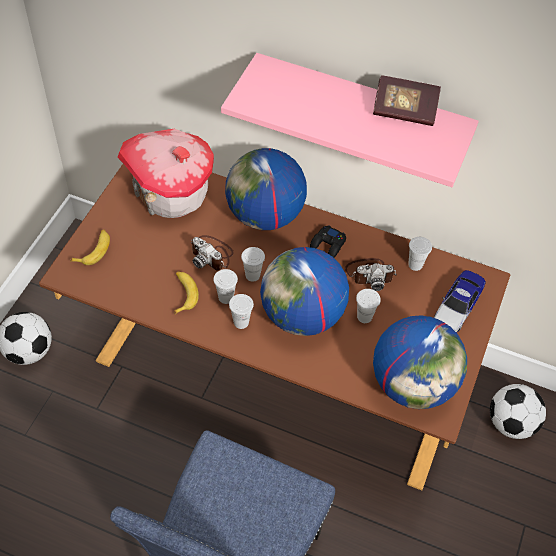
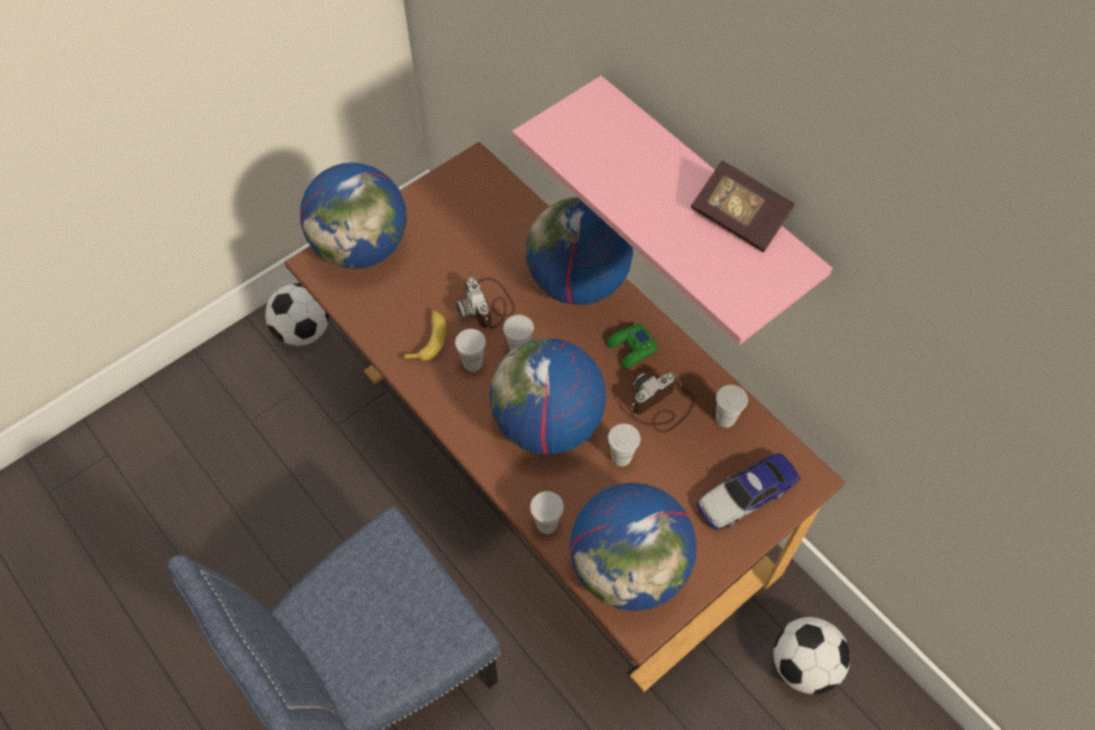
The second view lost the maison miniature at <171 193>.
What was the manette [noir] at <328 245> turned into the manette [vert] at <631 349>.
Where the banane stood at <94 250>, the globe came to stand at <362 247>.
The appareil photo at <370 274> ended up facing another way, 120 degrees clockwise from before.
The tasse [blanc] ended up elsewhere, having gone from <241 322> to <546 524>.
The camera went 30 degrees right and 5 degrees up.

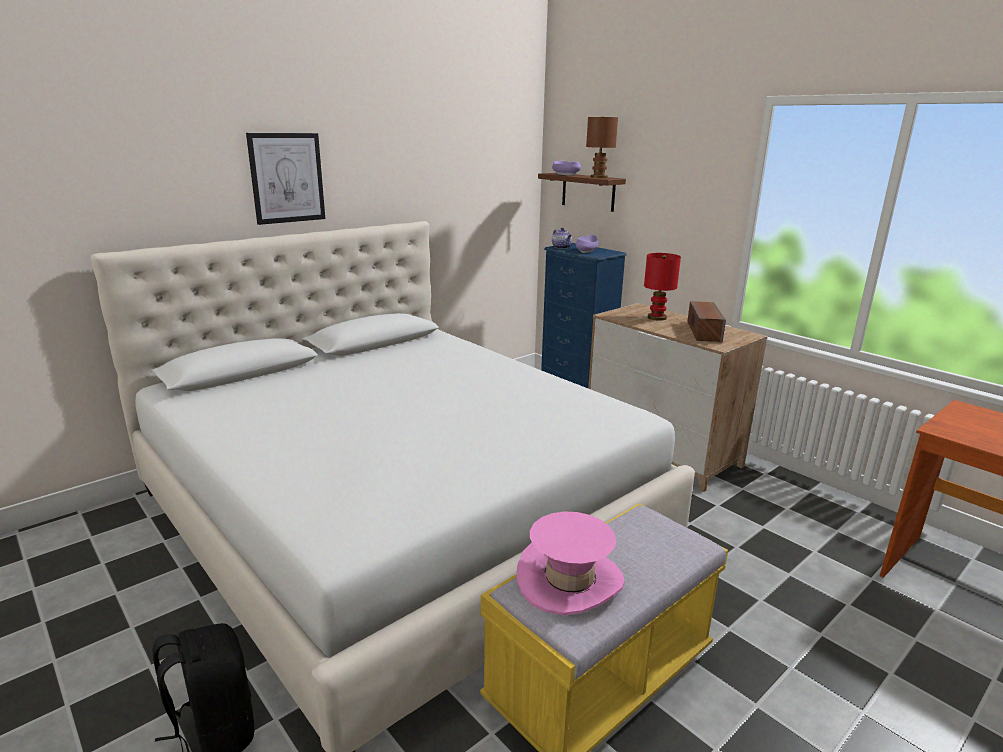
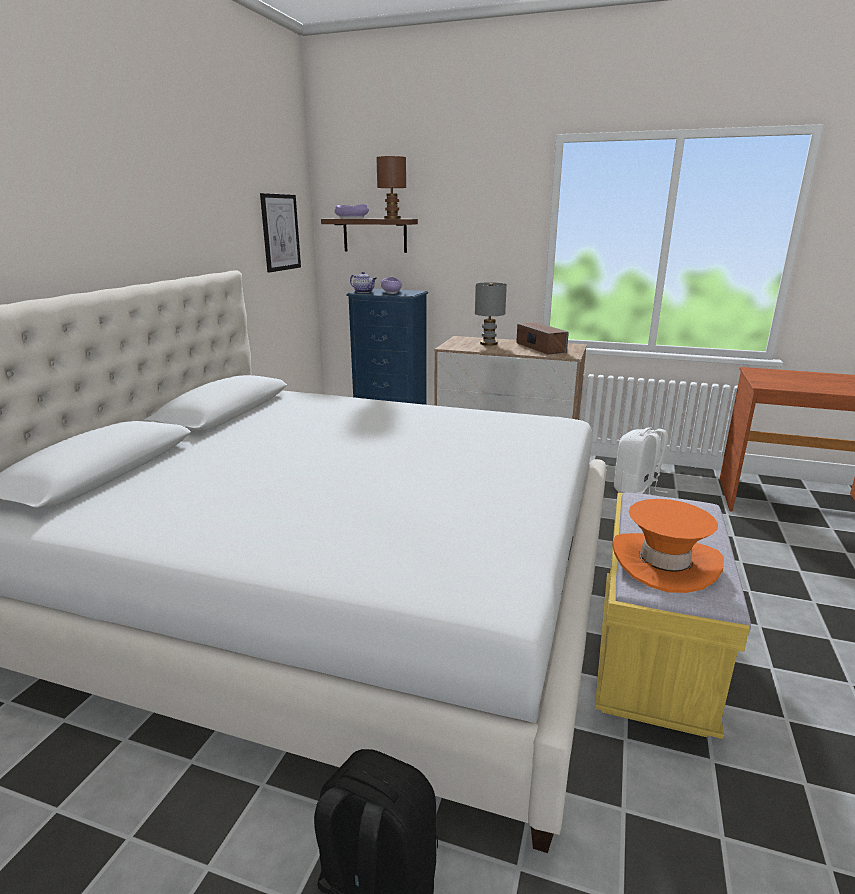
The tableau ended up elsewhere, having gone from <287 178> to <280 232>.
What was the lampe de table [rouge] at <657 317> turned into the lampe de table [gris] at <489 343>.
What was the chapeau [rose] at <569 580> turned into the chapeau [orange] at <664 562>.
The second view gained the sac à dos [blanc] at <636 490>.
The camera went 30 degrees left and 0 degrees up.

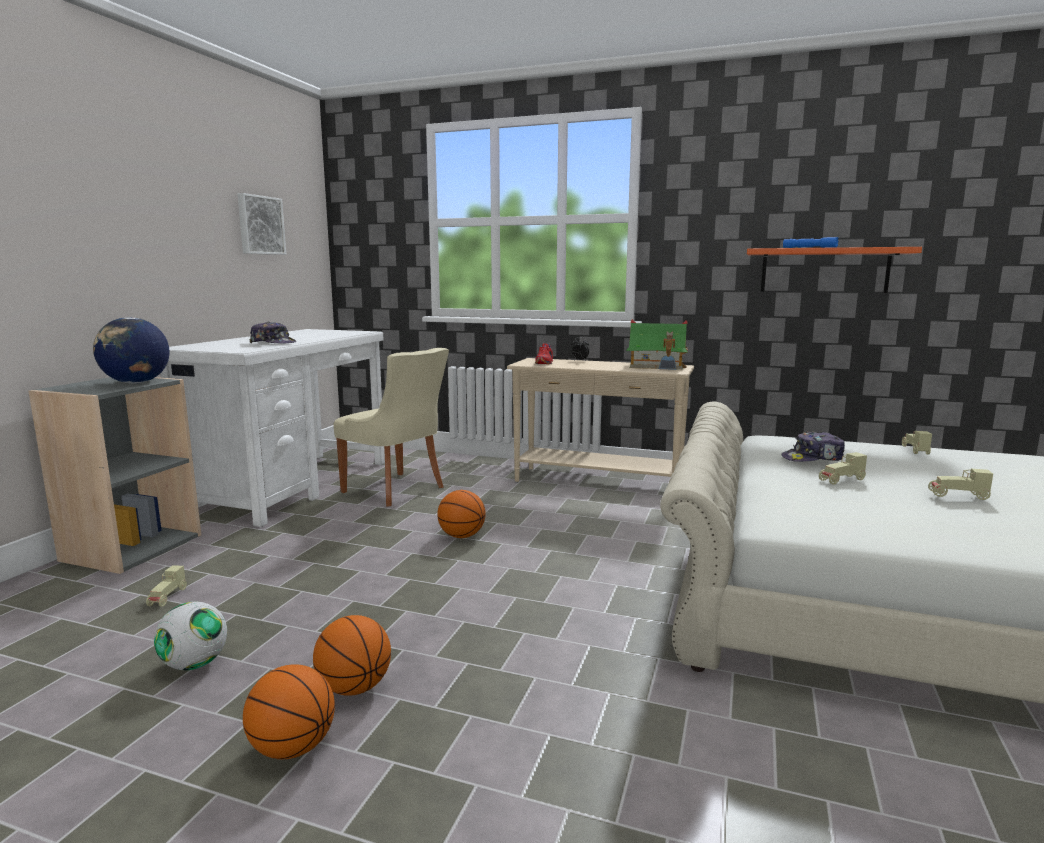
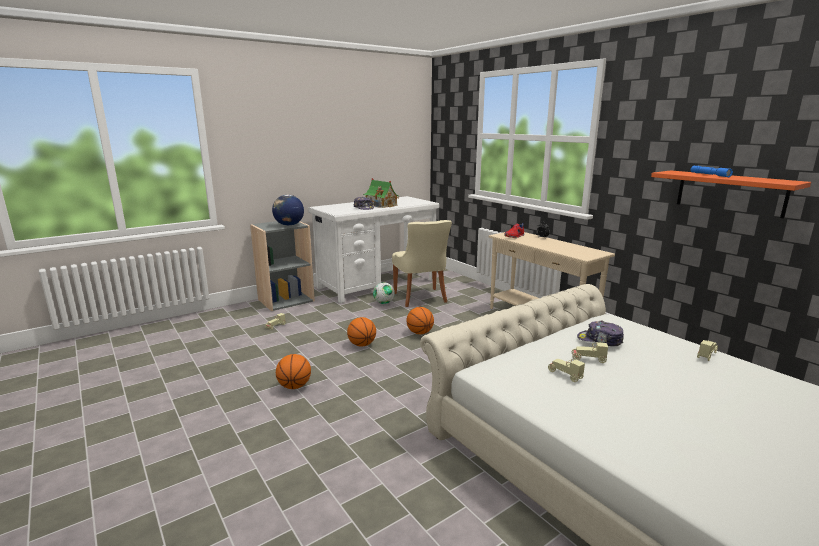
The second view lost the tableau at <260 225>.
The maison miniature ended up elsewhere, having gone from <657 366> to <381 204>.
The petite voiture [beige] ended up elsewhere, having gone from <958 496> to <564 375>.
The ballon de foot ended up elsewhere, having gone from <195 664> to <384 303>.
The ballon de basket ended up elsewhere, having gone from <293 748> to <362 344>.
The camera went 35 degrees right and 5 degrees up.

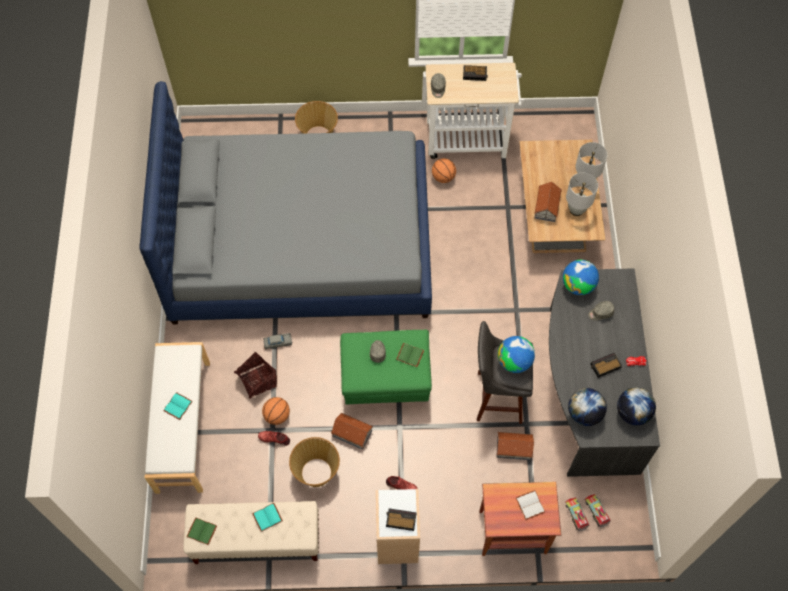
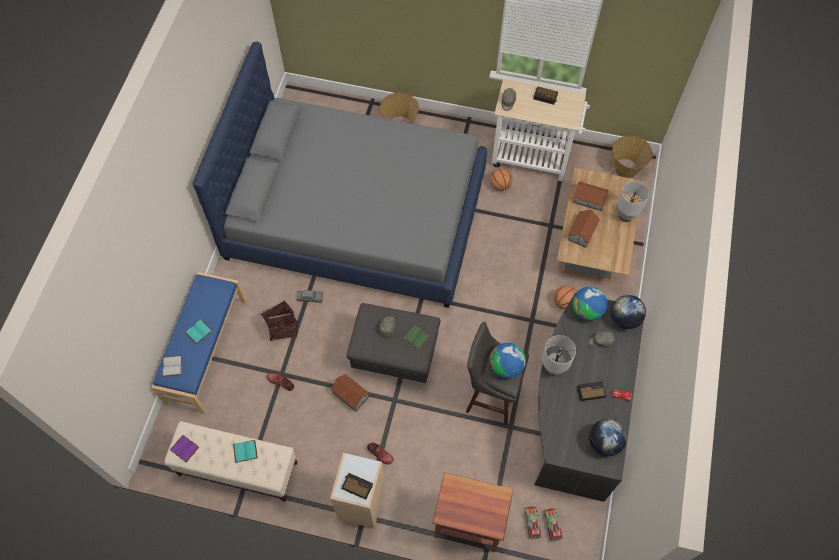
The lampe de table [blanc] ended up elsewhere, having gone from <576 210> to <553 368>.
What was the pouf [vert] at <385 381> turned into the pouf [gris] at <394 355>.
What was the banc [blanc] at <182 426> turned into the banc [bleu] at <205 350>.
The globe ended up elsewhere, having gone from <584 413> to <624 319>.
The ballon de basket ended up elsewhere, having gone from <277 415> to <564 302>.
The maison miniature ended up elsewhere, having gone from <514 448> to <589 199>.
The panier ended up elsewhere, having gone from <316 472> to <626 168>.
The livre [blanc] ended up elsewhere, having gone from <529 505> to <171 366>.
What was the livre [vert] at <202 531> turned into the livre [violet] at <185 448>.
The camera went 15 degrees right and 0 degrees up.

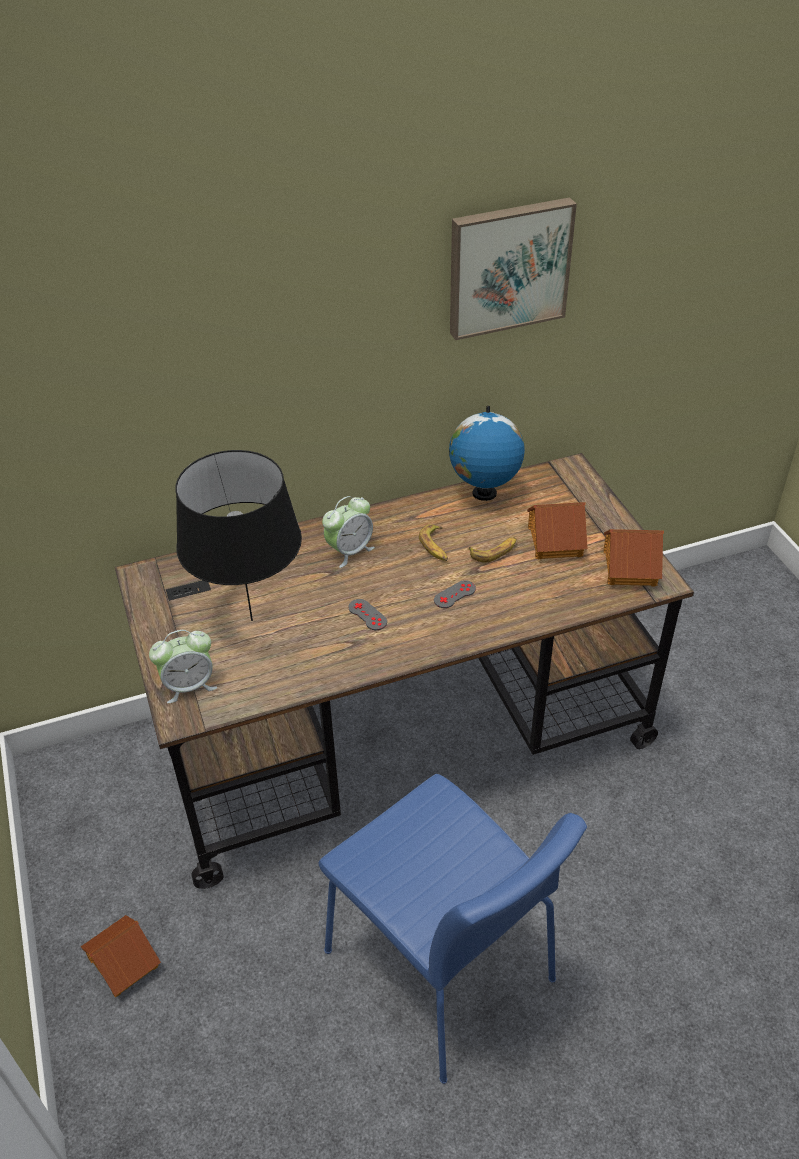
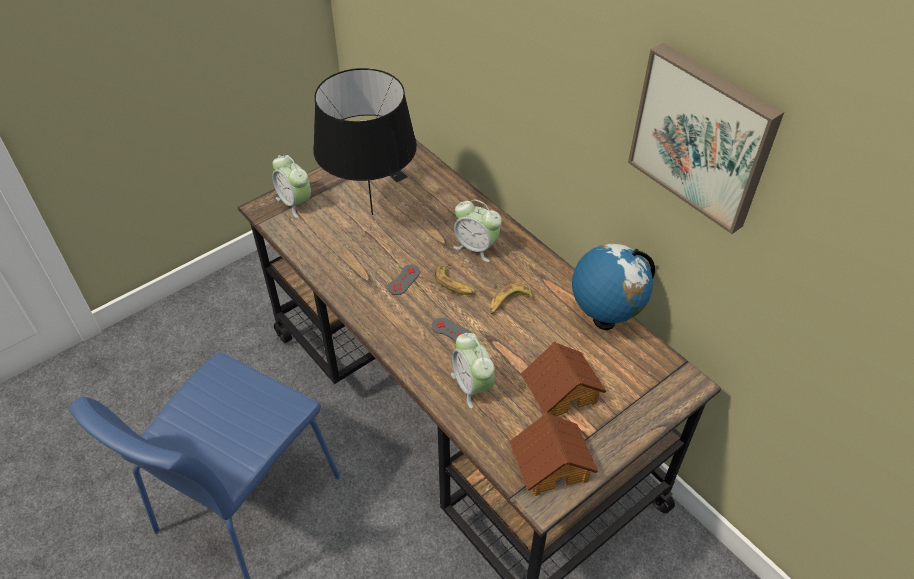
The banane ended up elsewhere, having gone from <494 552> to <455 284>.
The second view lost the maison miniature at <122 963>.
The second view gained the réveil at <472 386>.
The camera went 70 degrees right and 5 degrees up.

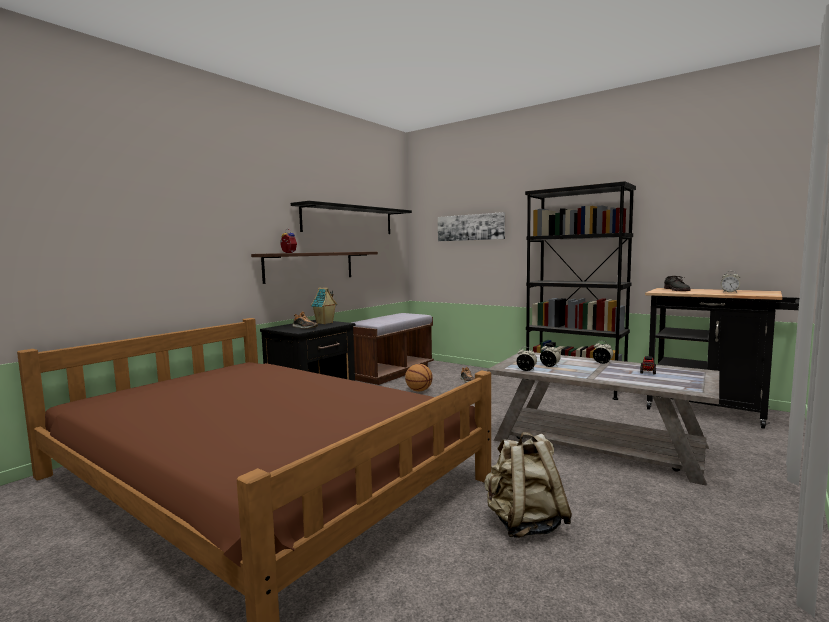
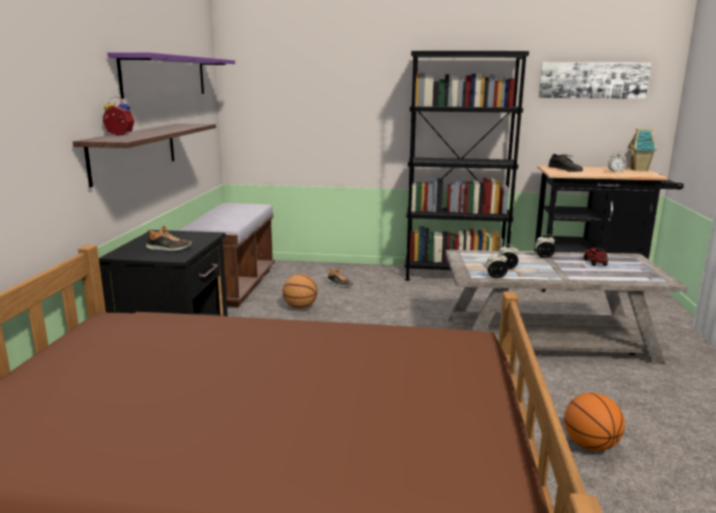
What was the étagère [noir] at <349 220> turned into the étagère [violet] at <166 76>.
The tableau ended up elsewhere, having gone from <470 227> to <592 80>.
The maison miniature ended up elsewhere, having gone from <325 323> to <639 169>.
Where the sac à dos [beige] stood at <524 524>, the ballon de basket came to stand at <590 445>.
The camera went 30 degrees left and 10 degrees up.

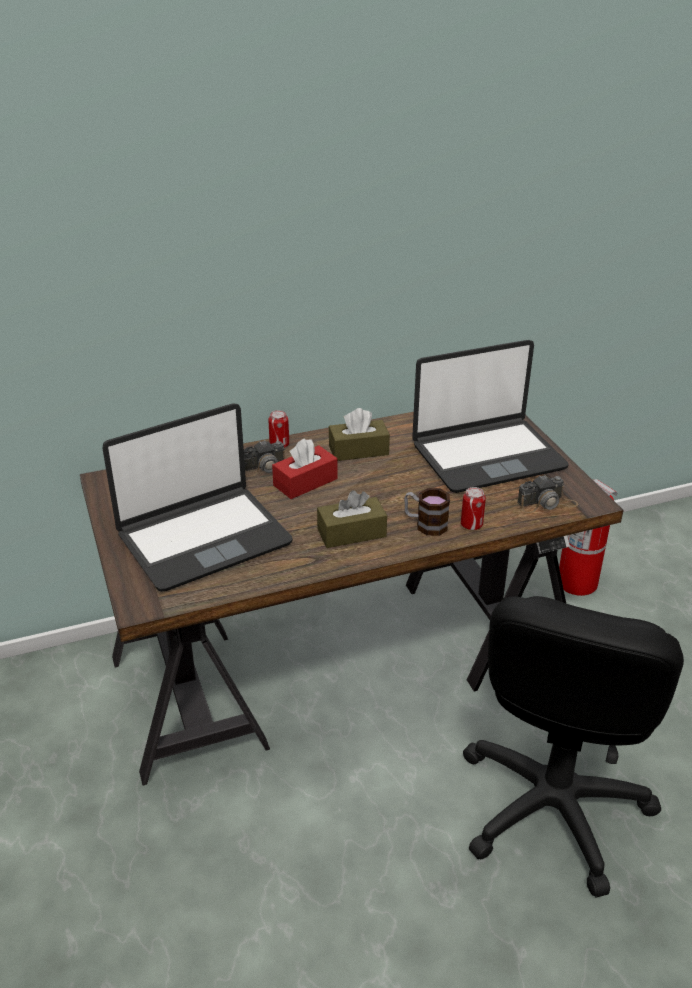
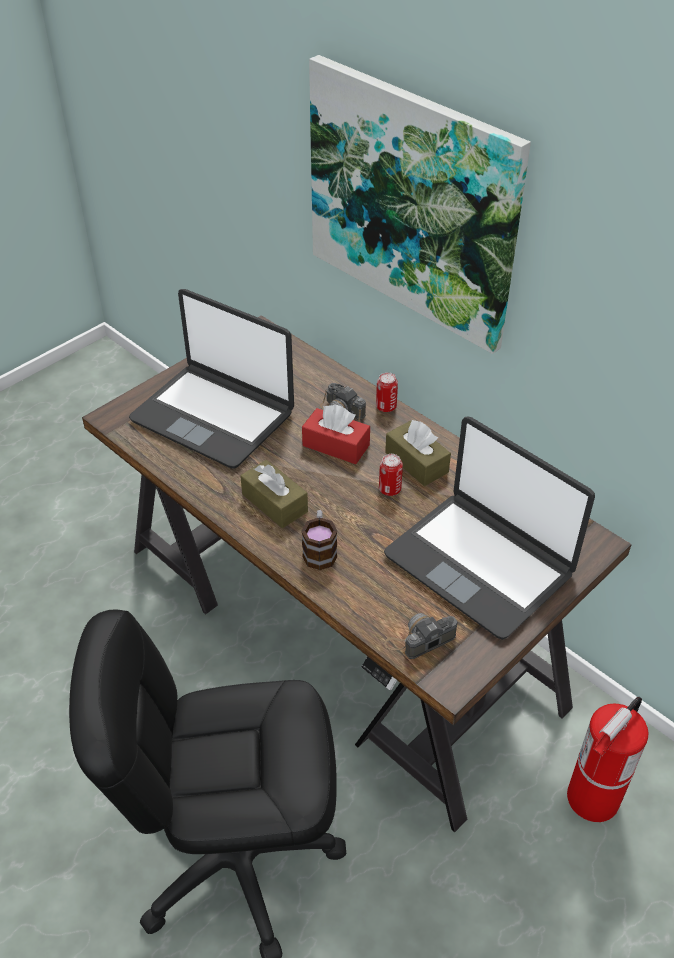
The appareil photo at <547 503> ended up facing another way, 105 degrees clockwise from before.
The boîte métallique ended up elsewhere, having gone from <471 525> to <389 489>.
The second view gained the tableau at <412 202>.
The camera went 65 degrees right and 10 degrees up.

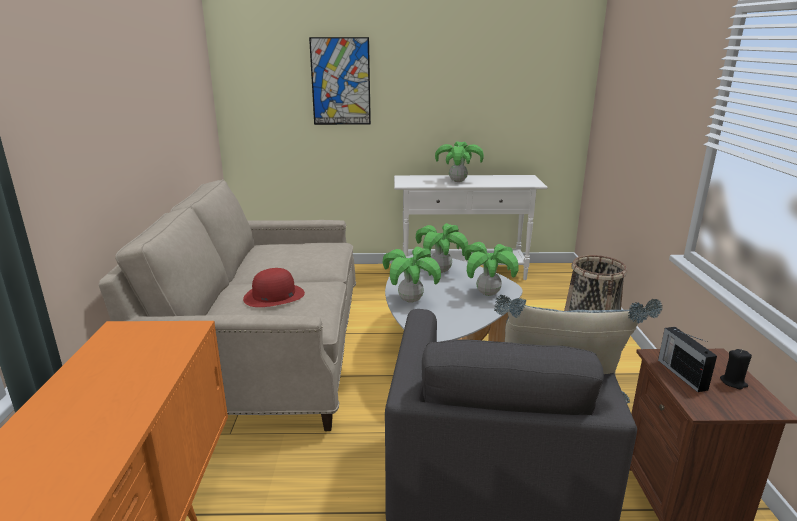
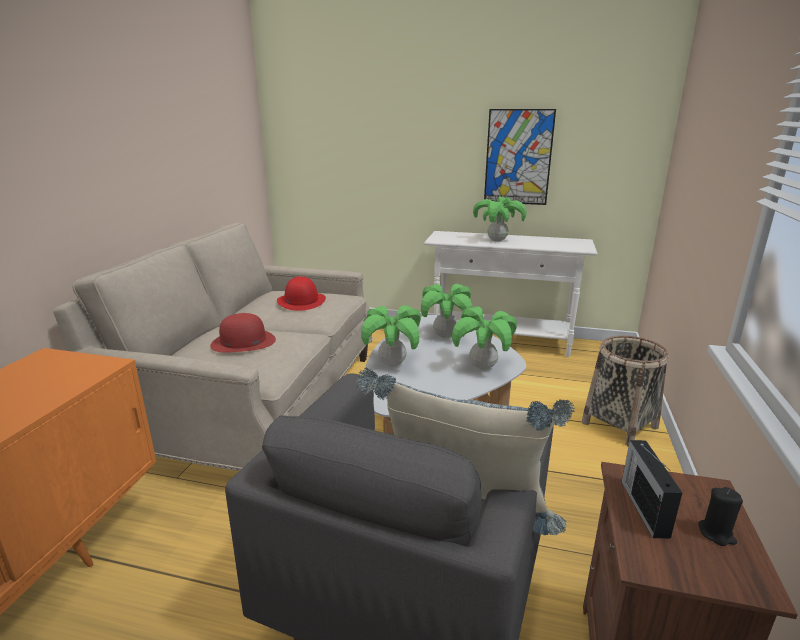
The tableau ended up elsewhere, having gone from <340 82> to <518 157>.
The second view gained the chapeau [rouge] at <301 301>.
The camera went 15 degrees right and 0 degrees up.

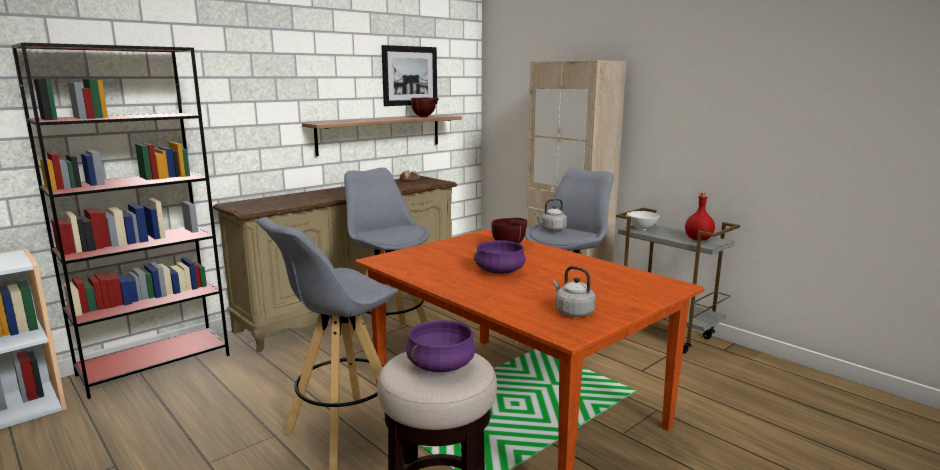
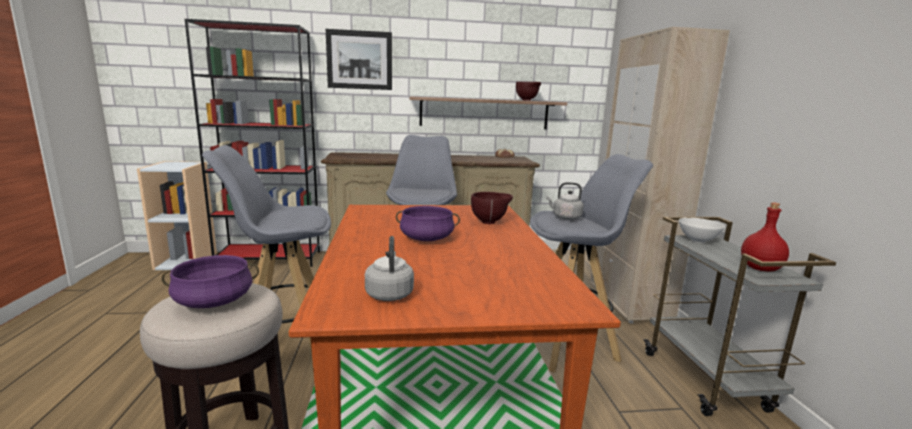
The tableau ended up elsewhere, having gone from <410 76> to <359 60>.
The camera went 35 degrees right and 0 degrees up.

